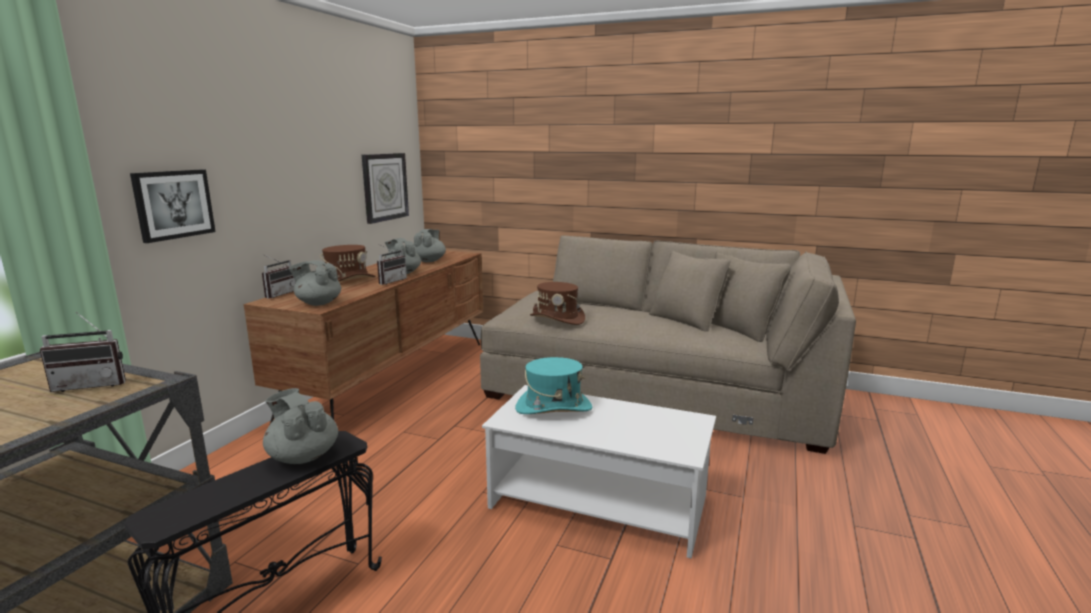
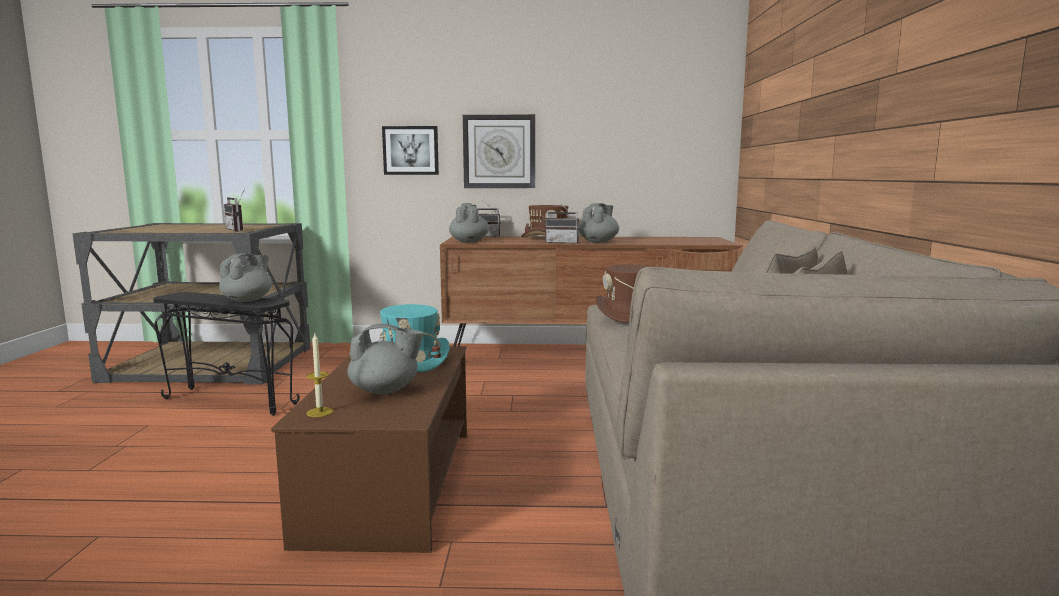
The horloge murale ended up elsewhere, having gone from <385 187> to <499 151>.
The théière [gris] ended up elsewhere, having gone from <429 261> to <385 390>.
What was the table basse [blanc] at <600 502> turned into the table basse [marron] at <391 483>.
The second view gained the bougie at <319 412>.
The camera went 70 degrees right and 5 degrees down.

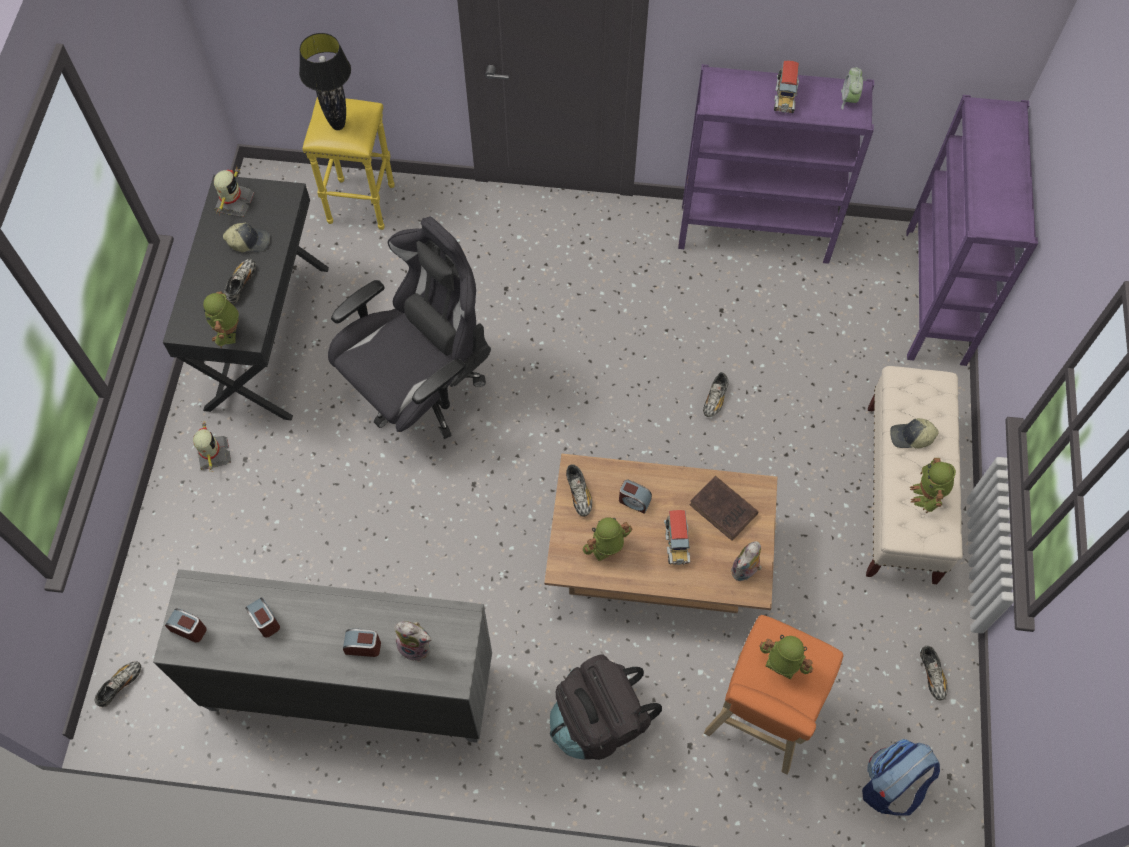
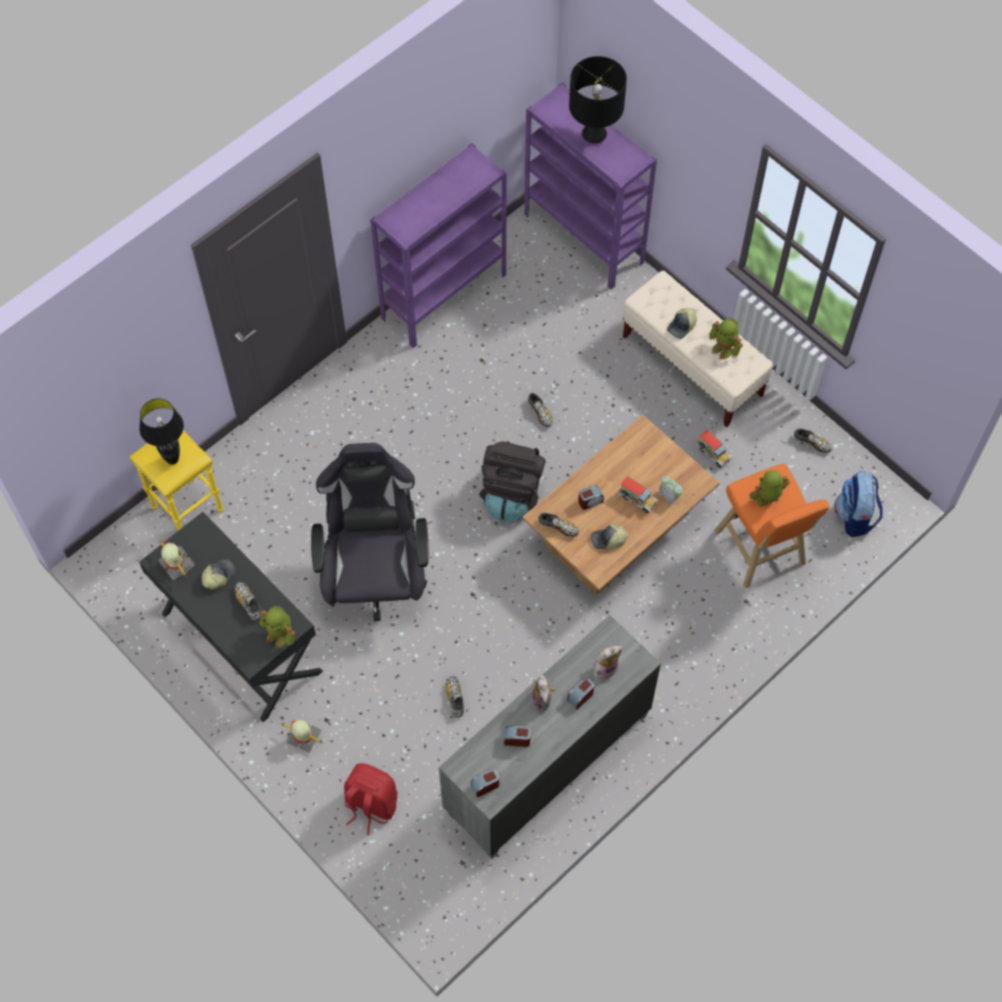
The camion jouet ended up elsewhere, having gone from <784 98> to <713 454>.
The réveil ended up elsewhere, having gone from <849 99> to <669 496>.
The second view lost the livre [marron] at <724 510>.
Where the robot jouet stood at <606 550>, the casquette came to stand at <608 540>.
The peluche ended up elsewhere, having gone from <745 571> to <543 700>.
The sac à dos [noir] ended up elsewhere, having gone from <599 721> to <512 494>.
The chaussure ended up elsewhere, having gone from <120 685> to <455 698>.
The second view gained the lampe de table [noir] at <594 135>.
The second view gained the sac à dos [rouge] at <370 805>.
The camera went 50 degrees left and 0 degrees up.

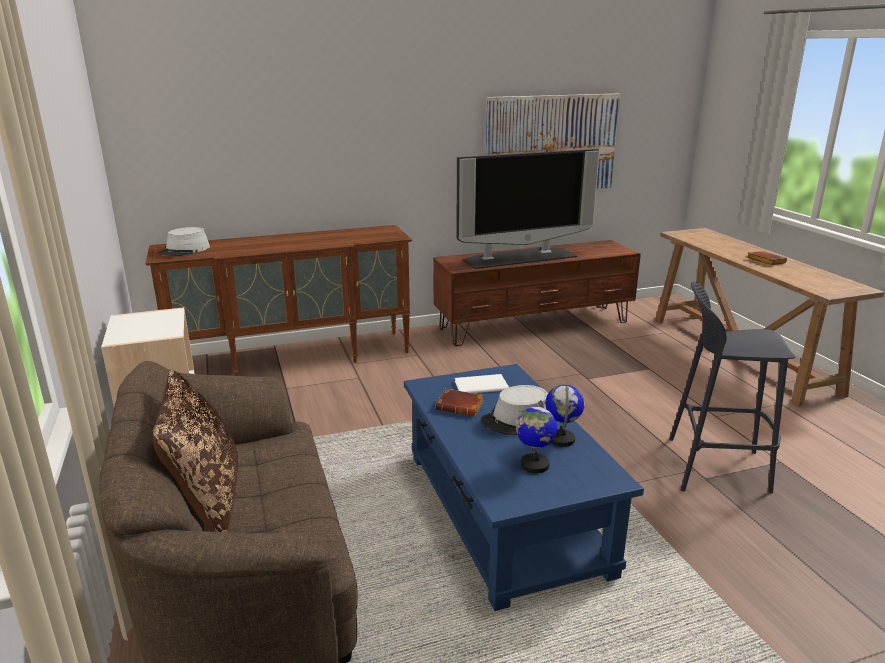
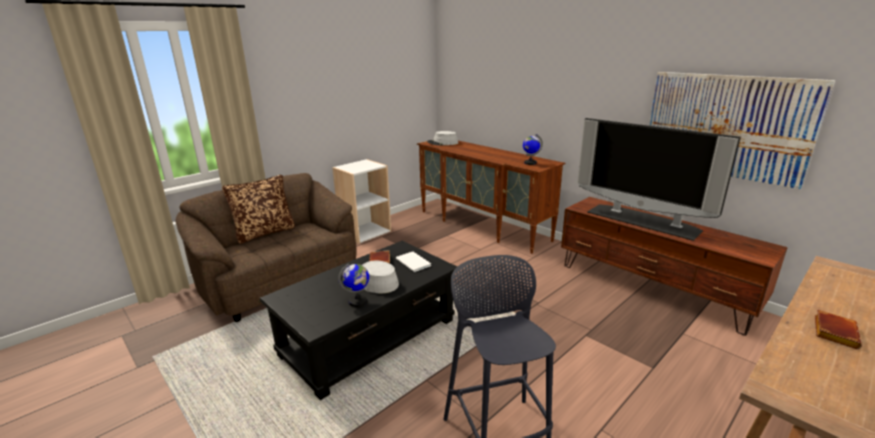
What was the table basse [bleu] at <504 510> turned into the table basse [noir] at <370 337>.
The globe ended up elsewhere, having gone from <534 465> to <530 163>.
The camera went 65 degrees right and 0 degrees up.

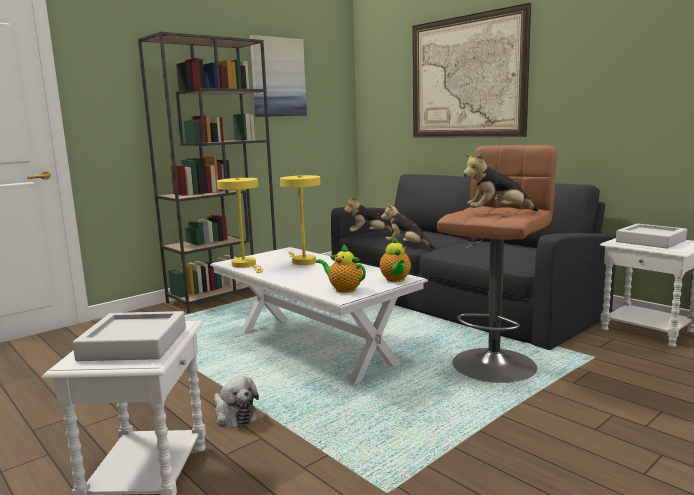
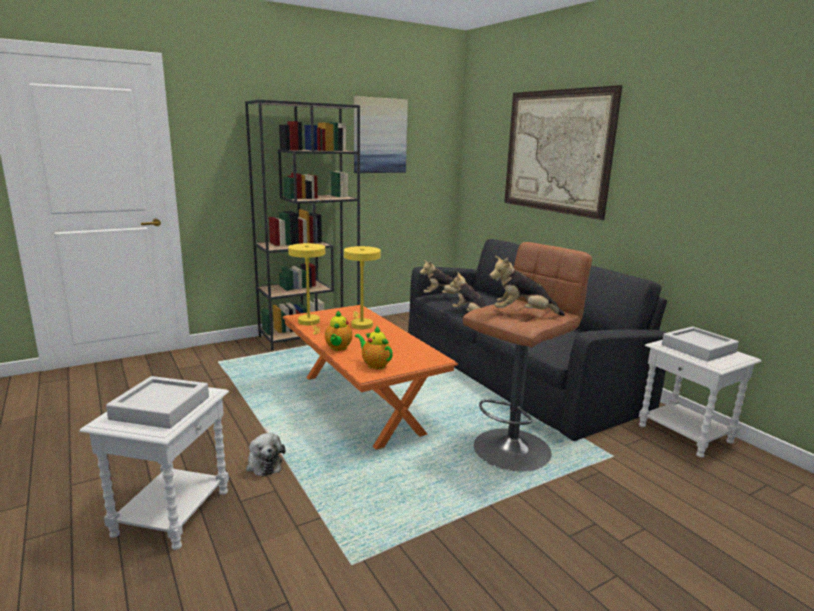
The théière ended up elsewhere, having gone from <395 280> to <338 348>.
What was the table basse [blanc] at <314 347> turned into the table basse [orange] at <361 403>.
The camera went 10 degrees right and 5 degrees up.

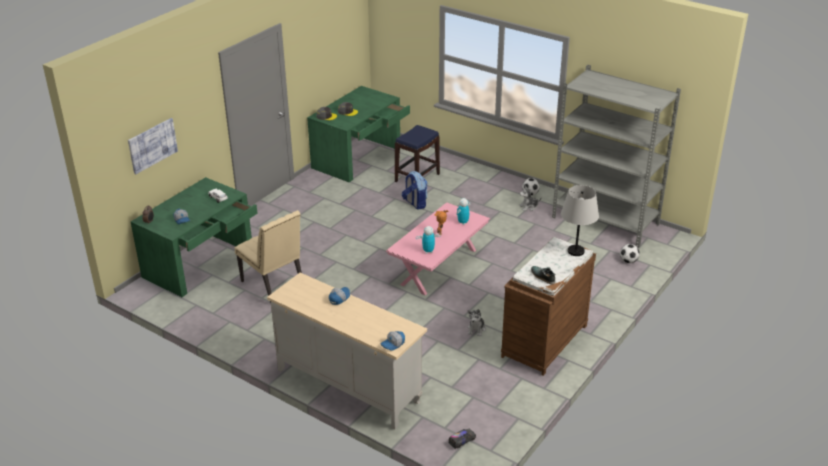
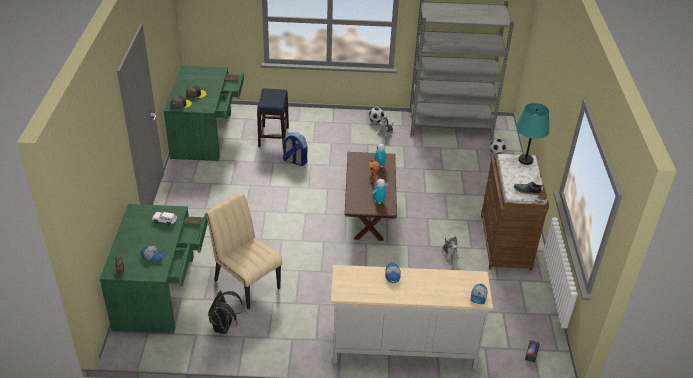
The second view lost the tableau at <152 145>.
What was the lampe de table [gris] at <575 251> turned into the lampe de table [turquoise] at <525 160>.
What was the table basse [rose] at <438 267> turned into the table basse [marron] at <369 211>.
The chaise [beige] at <272 285> ended up facing another way, 150 degrees counterclockwise from before.
The second view gained the sac à dos [noir] at <224 327>.
The camera went 35 degrees left and 5 degrees up.

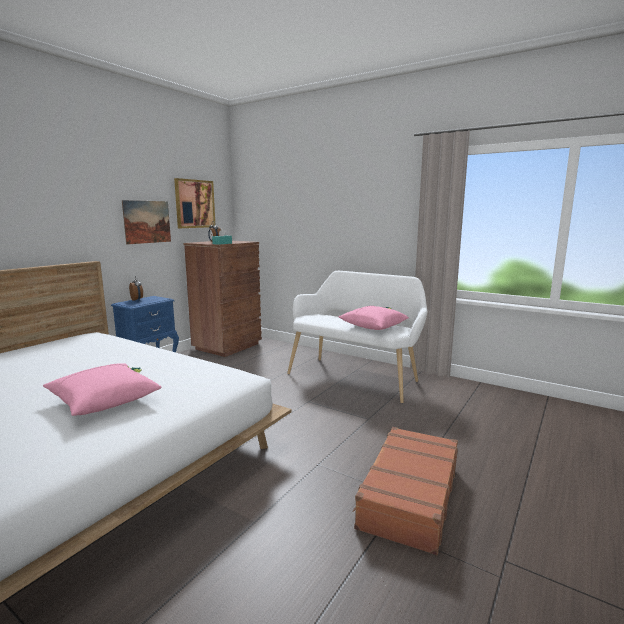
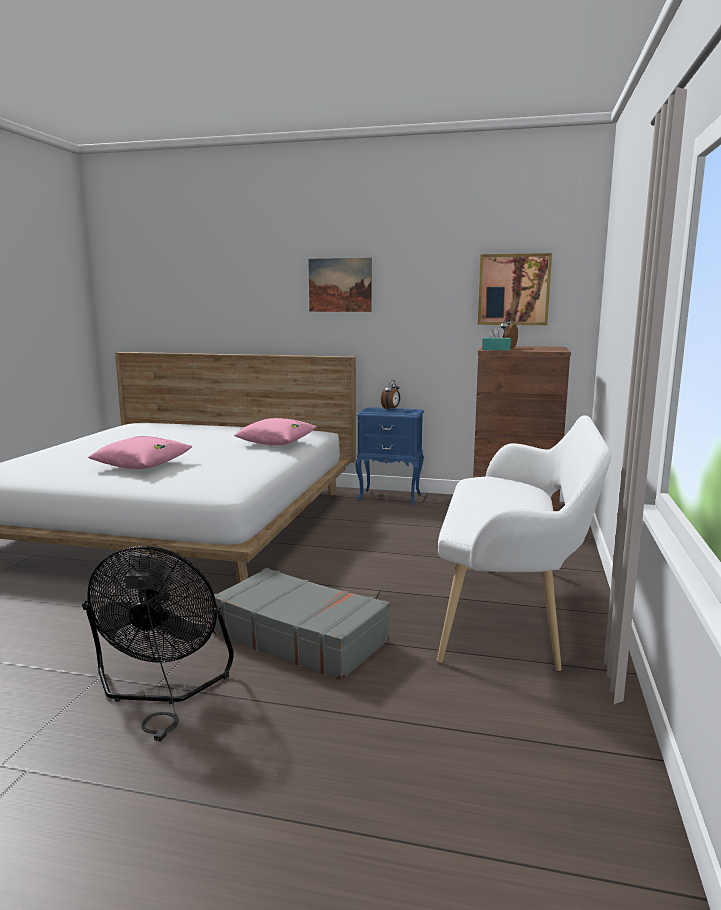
The tableau ended up elsewhere, having gone from <147 222> to <340 285>.
The coussin [rose] ended up elsewhere, having gone from <373 327> to <276 443>.
Where the valise [marron] stood at <408 496>, the ventilateur [noir] came to stand at <157 690>.
The second view gained the valise [gris] at <300 637>.
The camera went 70 degrees right and 0 degrees up.

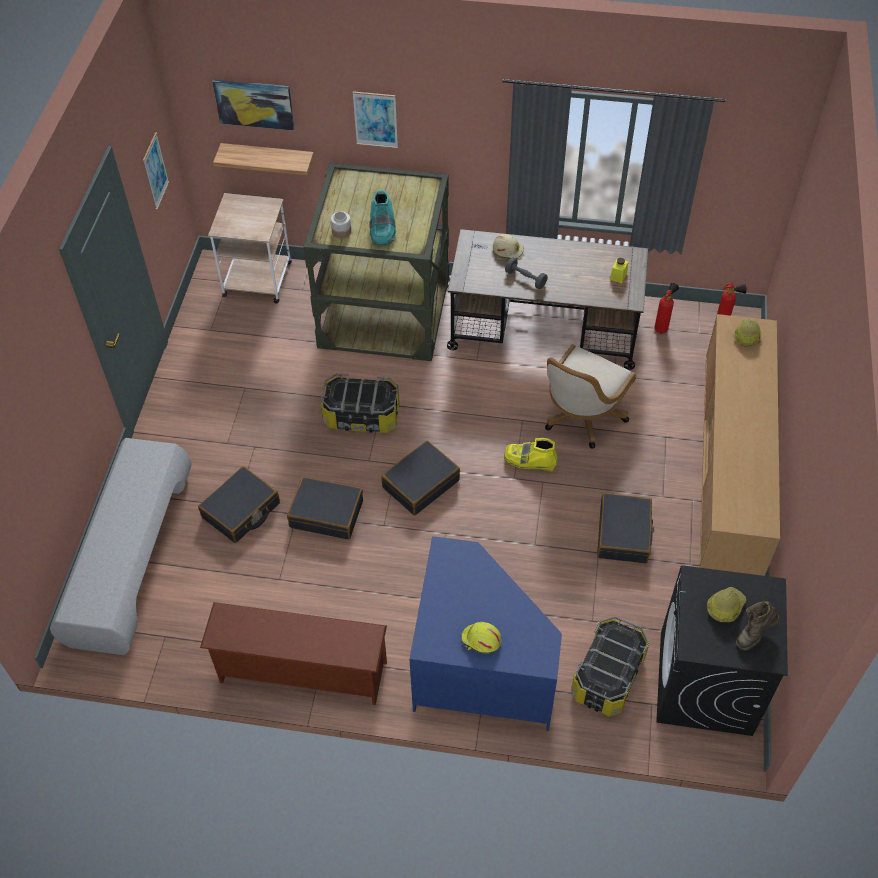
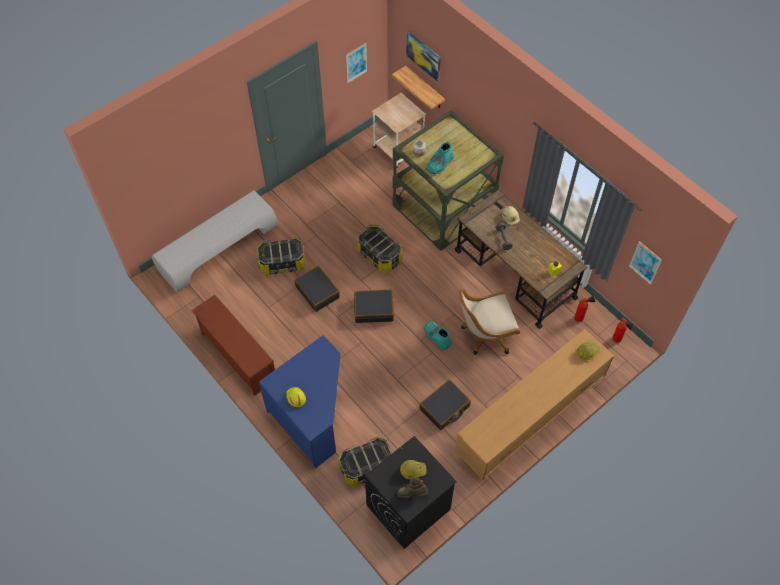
The tableau ended up elsewhere, having gone from <375 120> to <645 262>.
What was the botte [jaune] at <529 461> turned into the botte [turquoise] at <437 337>.
Where the valise [noir] stood at <241 511>, the boîte de rangement came to stand at <282 262>.
The camera went 40 degrees right and 5 degrees up.

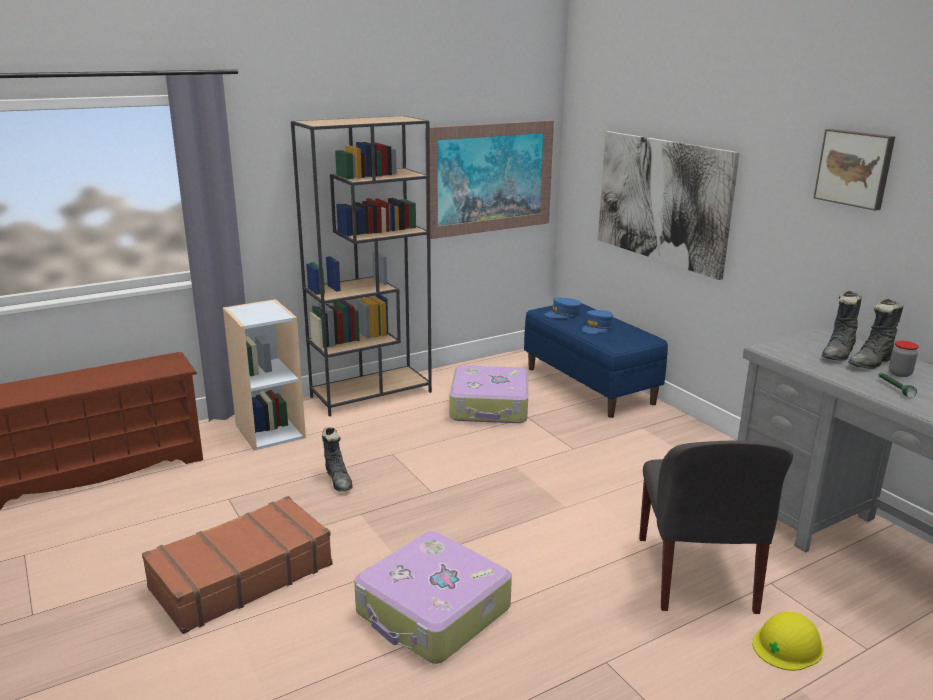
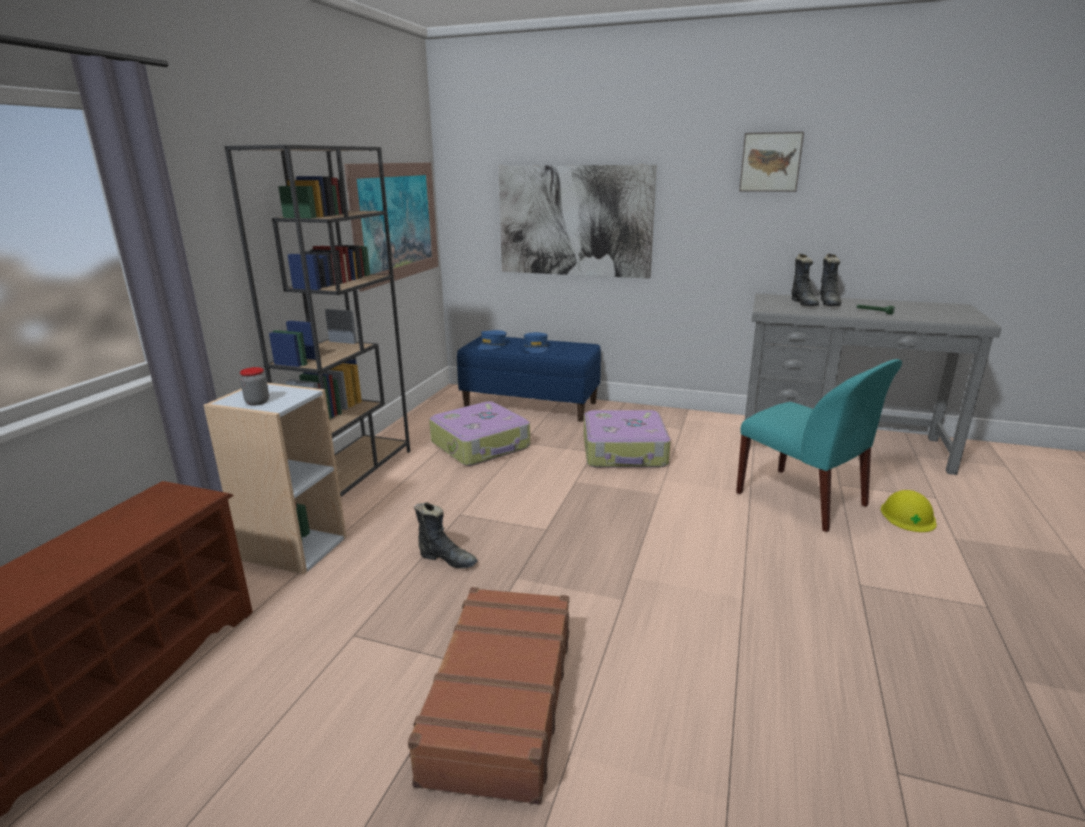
The bocal ended up elsewhere, having gone from <899 373> to <257 402>.
What was the chaise [gris] at <696 576> turned into the chaise [turquoise] at <803 500>.
The valise ended up elsewhere, having gone from <433 612> to <625 452>.
The camera went 40 degrees left and 0 degrees up.

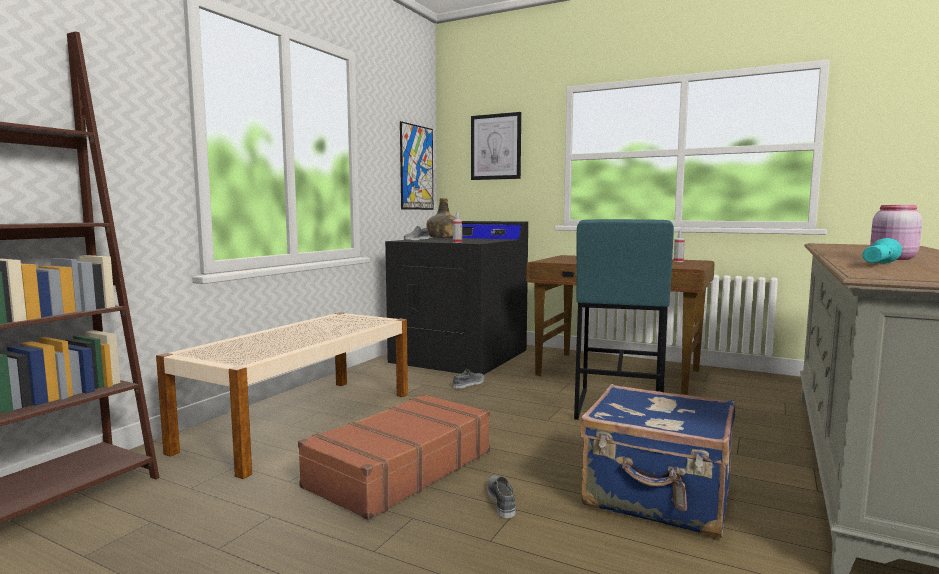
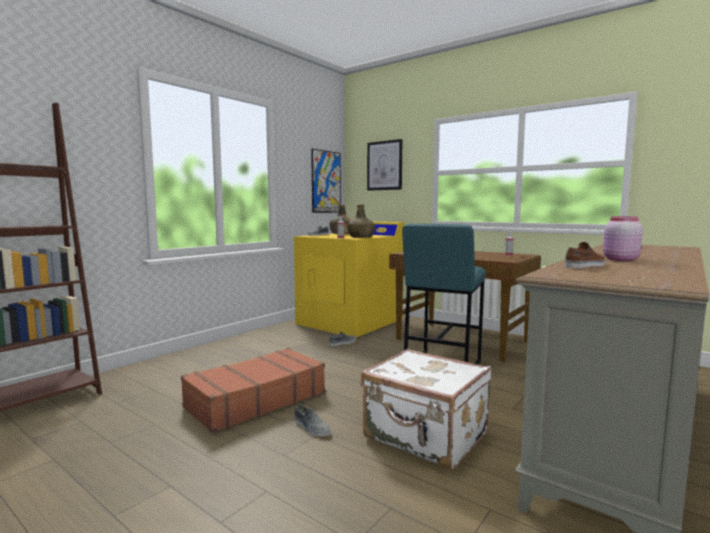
What was the lave-linge [noir] at <460 356> turned into the lave-linge [jaune] at <350 322>.
Where the lampe de poche [turquoise] stood at <878 265>, the chaussure [marron] came to stand at <585 265>.
The second view lost the banc [beige] at <301 420>.
What was the valise [bleu] at <658 498> turned into the valise [blanc] at <425 436>.
The chaussure [gris] at <502 500> ended up facing another way, 135 degrees clockwise from before.
The second view gained the bouteille [vert] at <361 237>.
The camera went 10 degrees right and 0 degrees up.

